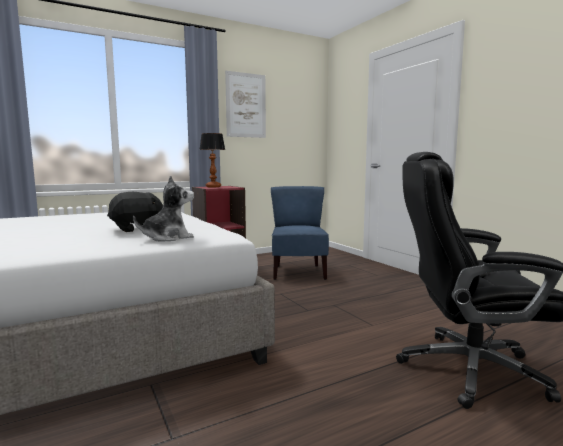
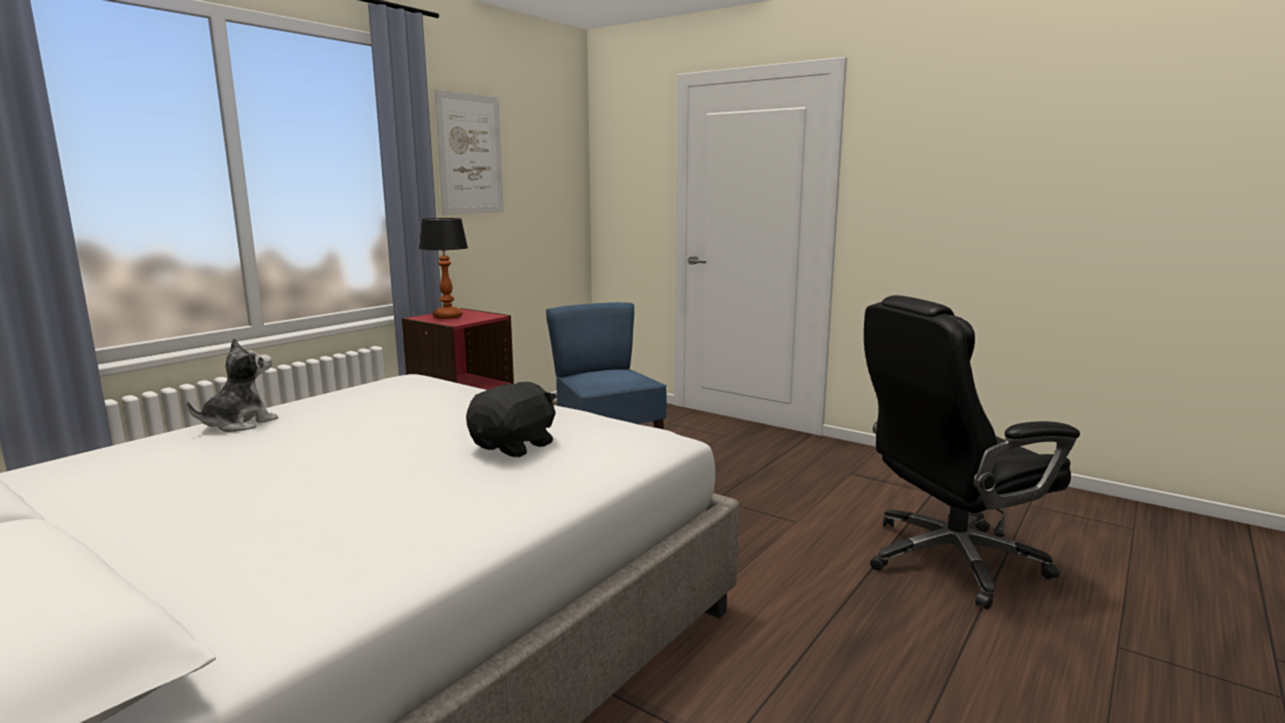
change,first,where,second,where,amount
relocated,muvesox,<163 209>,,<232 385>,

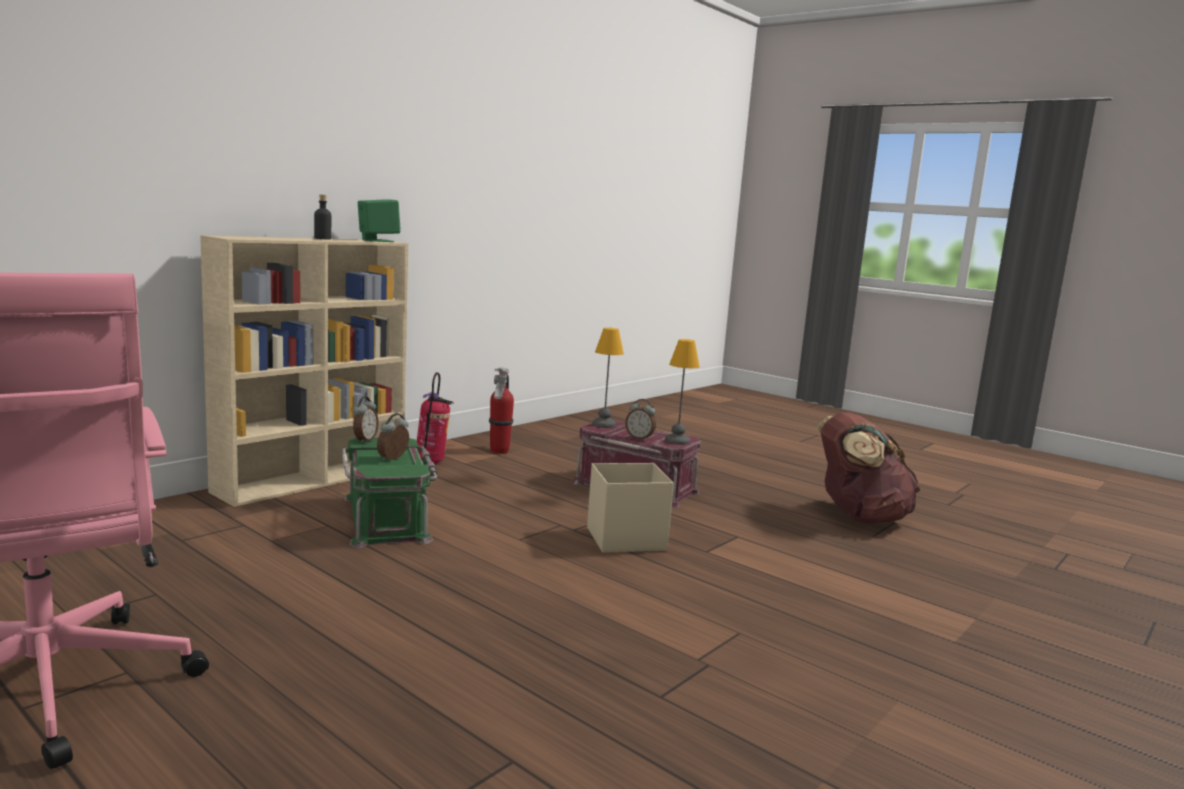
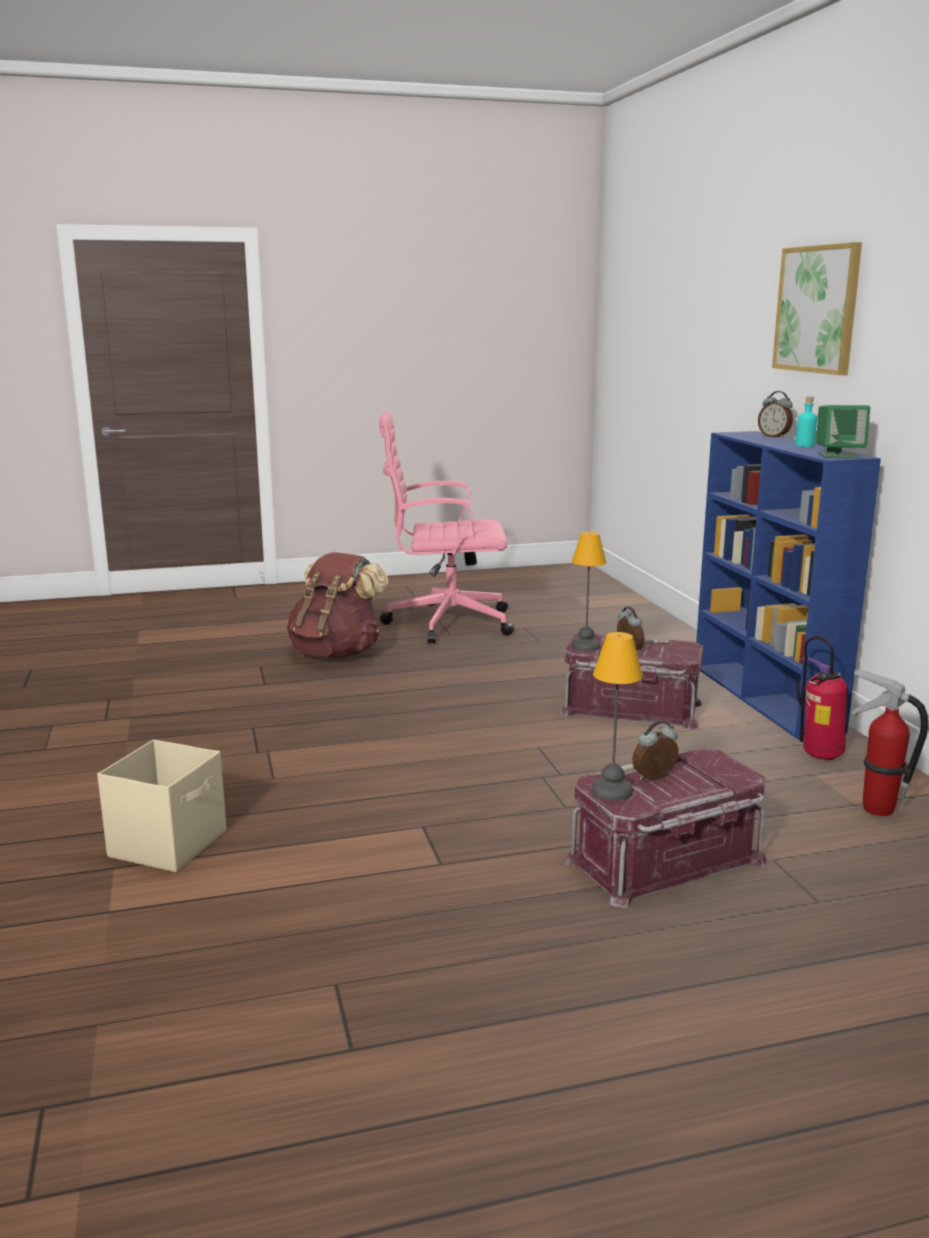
change,first,where,second,where,amount
colour,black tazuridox,<322 217>,turquoise tazuridox,<806 422>,
colour,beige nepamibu,<304 371>,blue nepamibu,<788 585>,
relocated,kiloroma,<608 378>,,<589 591>,
relocated,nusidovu,<365 420>,,<775 414>,
relocated,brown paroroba,<868 468>,,<338 605>,
colour,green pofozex,<389 493>,red pofozex,<631 681>,
relocated,beige pofozex,<630 508>,,<162 806>,
appeared,,,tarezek,<817 308>,

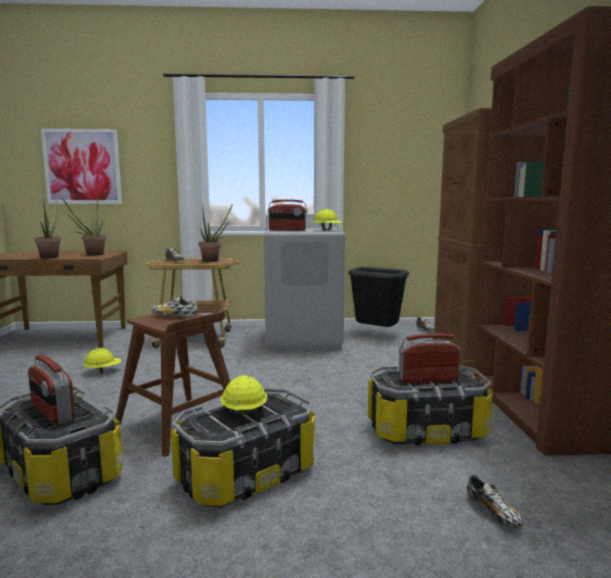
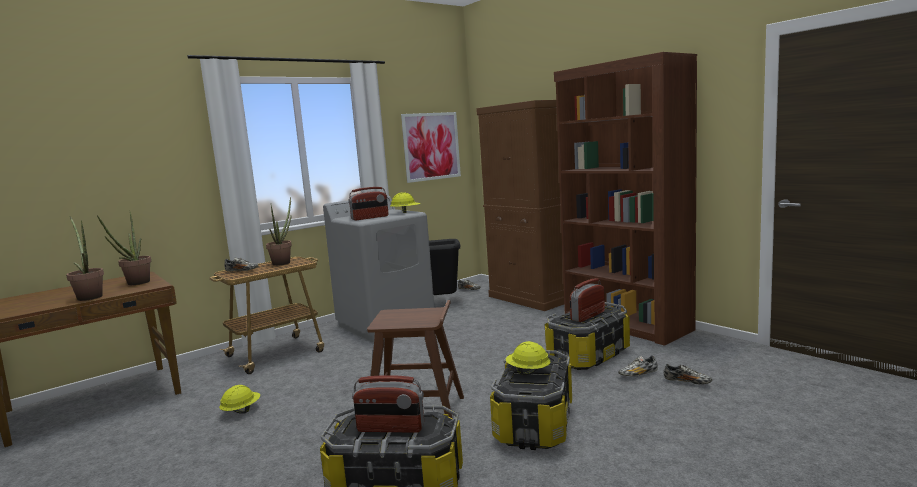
change,first,where,second,where,amount
relocated,tarezek,<81 166>,,<431 147>,
relocated,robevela,<174 306>,,<638 366>,

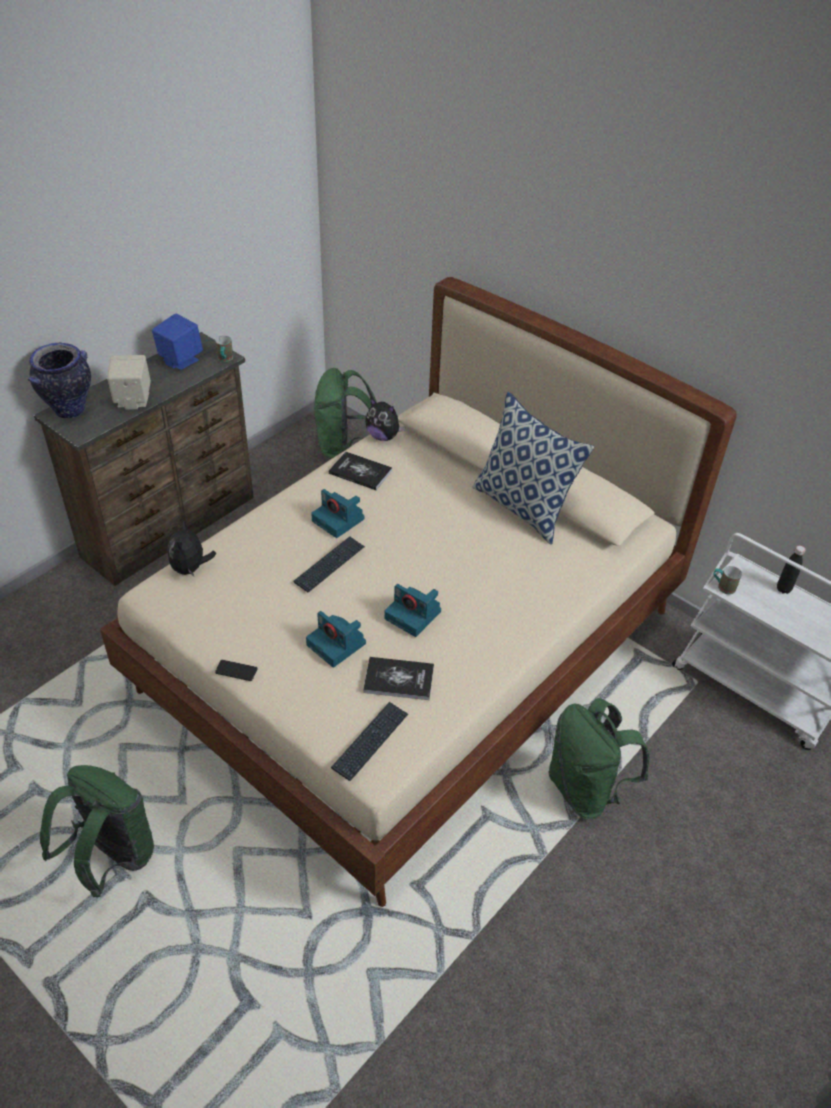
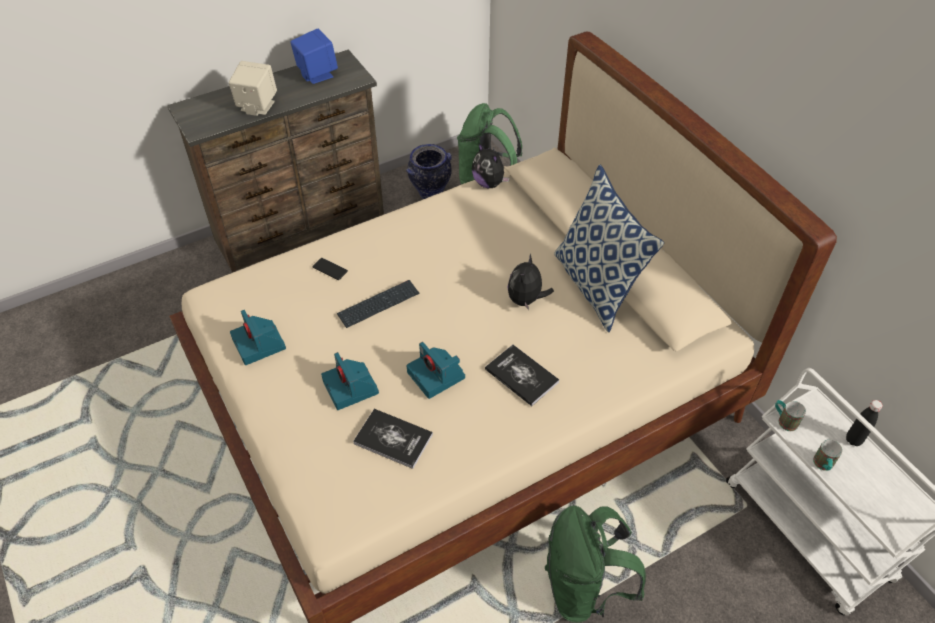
change,first,where,second,where,amount
relocated,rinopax,<224 349>,,<827 455>,
relocated,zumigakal,<59 380>,,<429 171>,
relocated,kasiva,<360 471>,,<522 375>,
relocated,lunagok,<338 513>,,<258 337>,
relocated,muvesox,<192 548>,,<530 282>,
relocated,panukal,<236 670>,,<330 269>,
missing,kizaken,<369 741>,,,
missing,green paroroba,<97 831>,,,

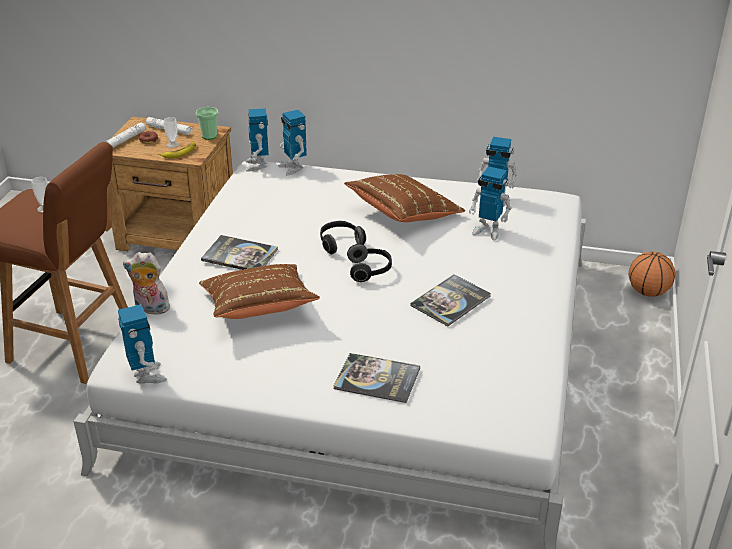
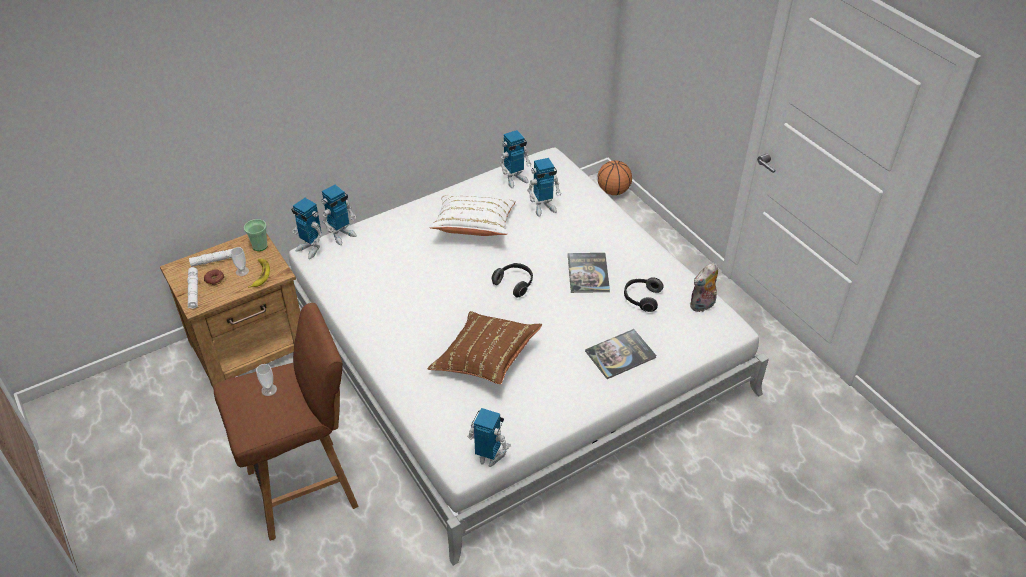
change,first,where,second,where,amount
spun,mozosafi,<292 143>,,<339 215>,60 degrees counterclockwise
colour,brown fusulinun,<404 198>,white fusulinun,<472 215>,
relocated,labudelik,<343 237>,,<644 294>,
missing,kasiva,<239 252>,,,
relocated,muvesox,<146 284>,,<704 287>,

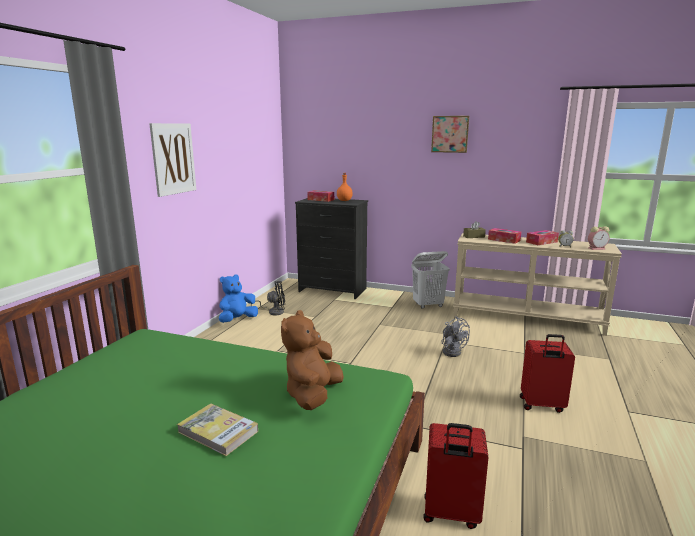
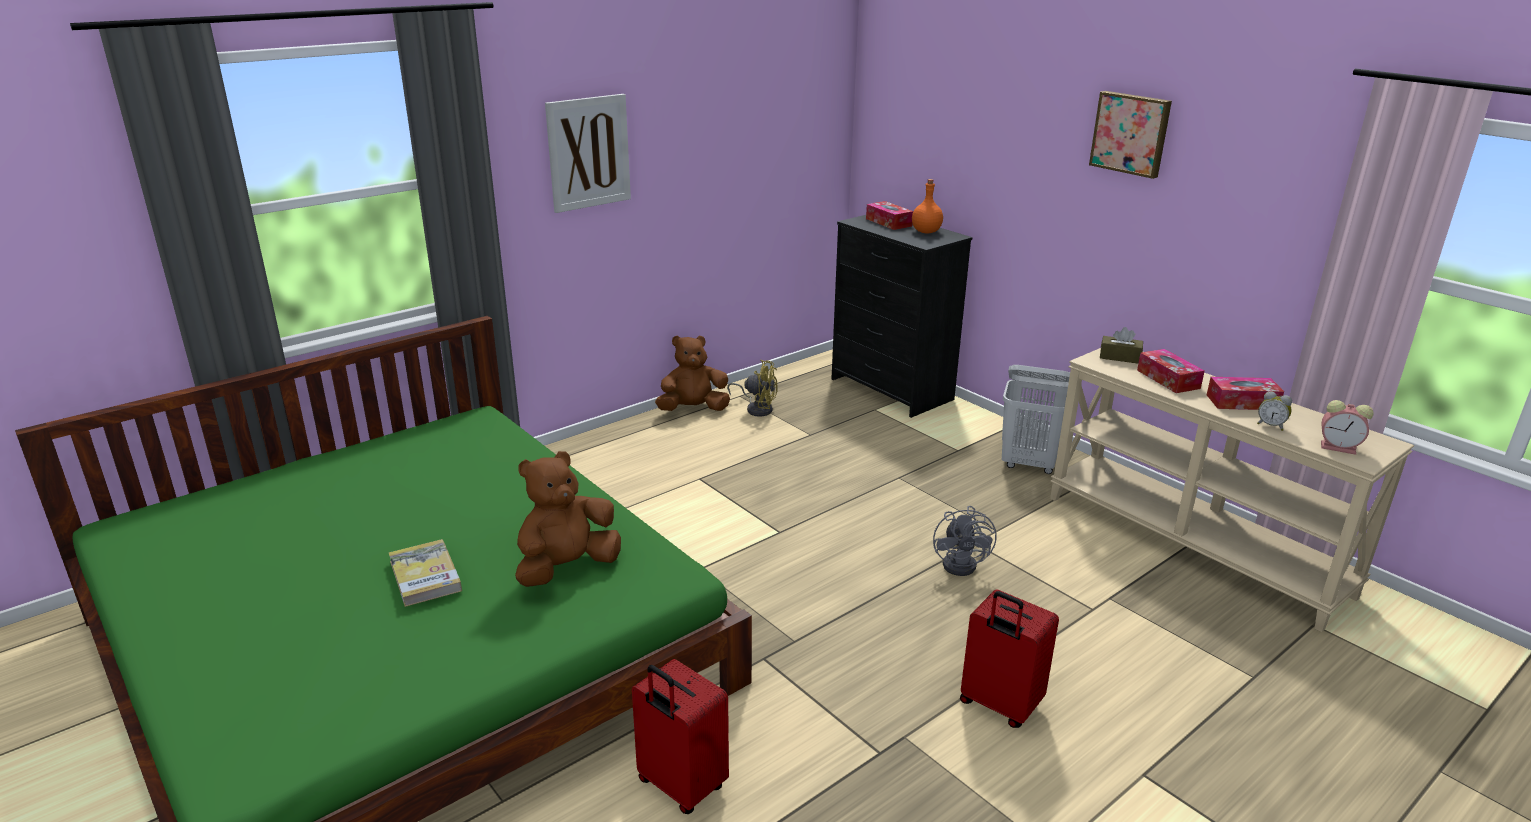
change,first,where,second,where,amount
colour,blue muvesox,<238 298>,brown muvesox,<692 373>,
colour,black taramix,<268 298>,yellow taramix,<752 388>,

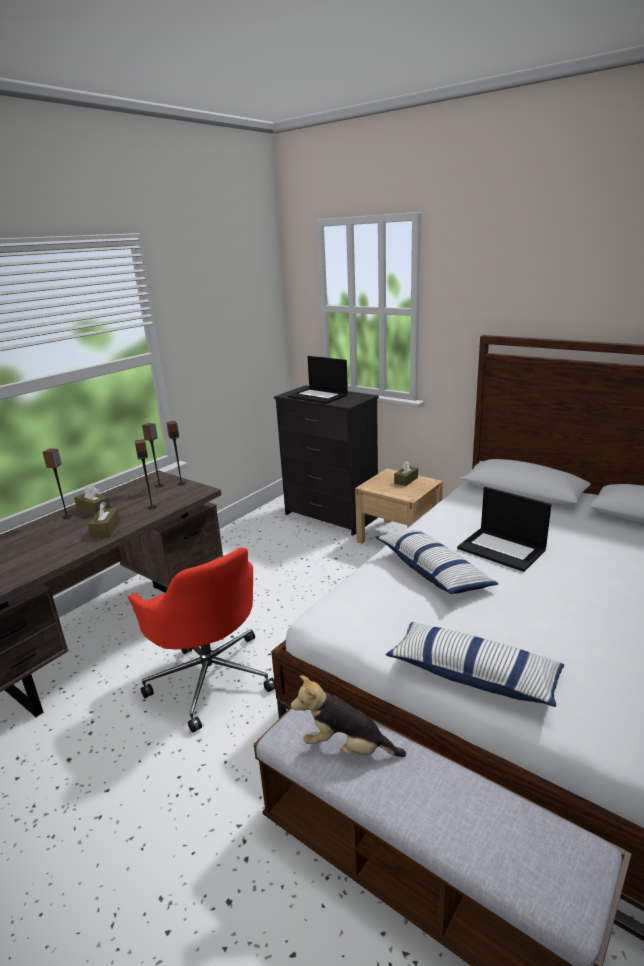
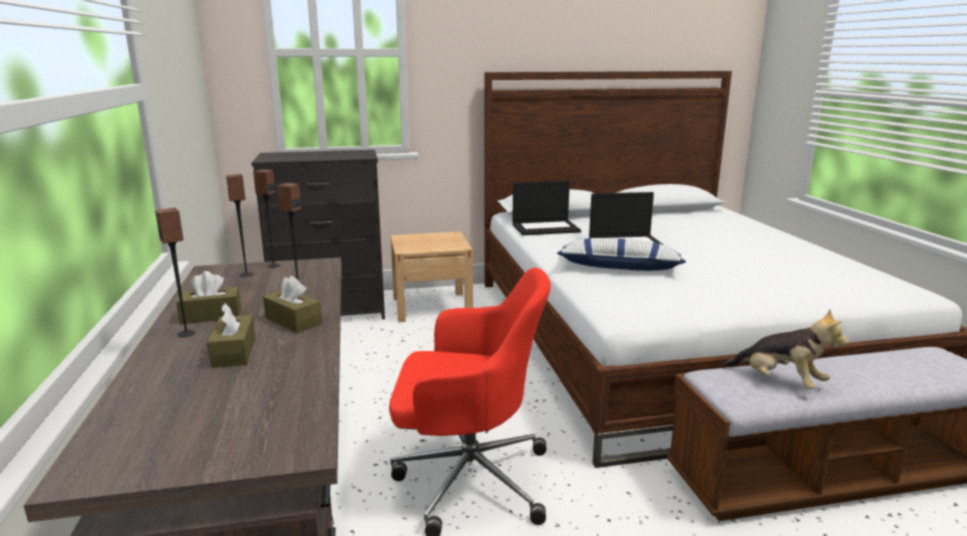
change,first,where,second,where,amount
relocated,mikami,<318 380>,,<546 208>,
relocated,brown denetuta,<406 473>,,<231 335>,
missing,fusulinun,<475 664>,,,
spun,muvesox,<348 716>,,<785 349>,105 degrees counterclockwise

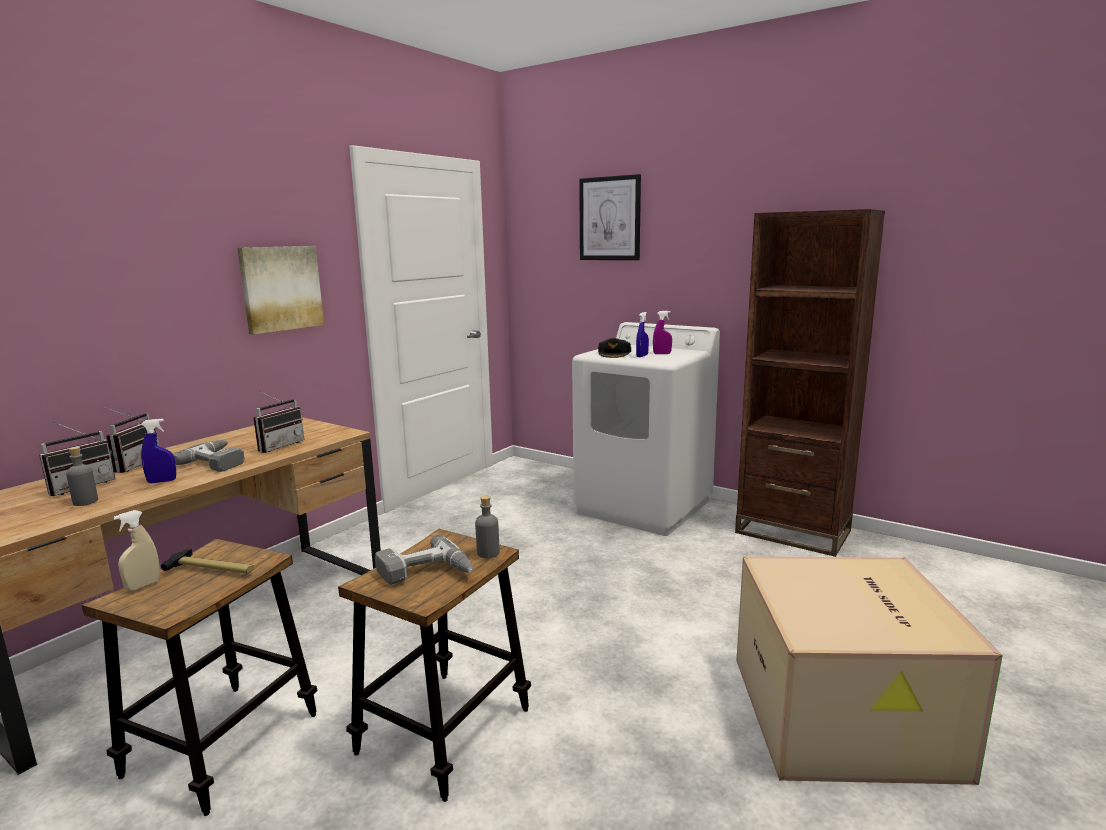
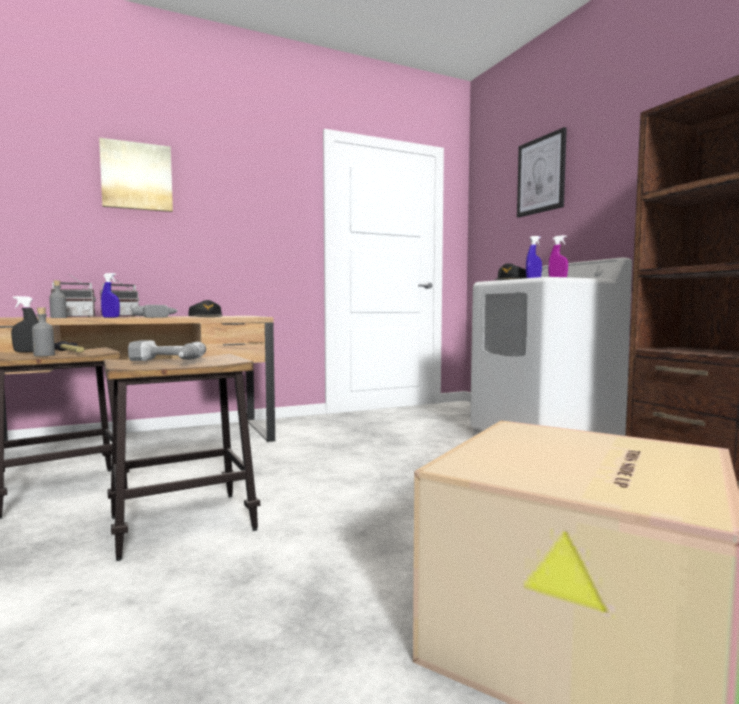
change,first,where,second,where,amount
relocated,tarezek,<280 290>,,<136 175>,
exchanged,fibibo,<278 422>,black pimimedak,<205 308>,
relocated,grey tazuridox,<487 526>,,<43 332>,
colour,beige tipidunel,<136 550>,black tipidunel,<24 324>,

